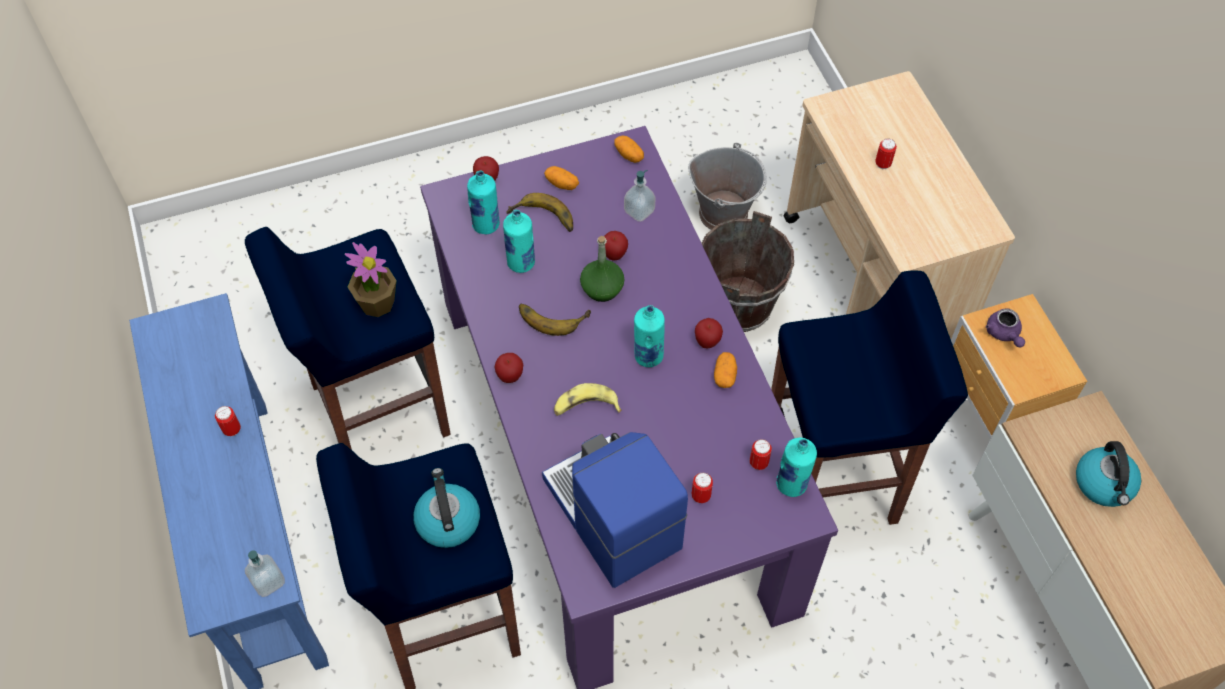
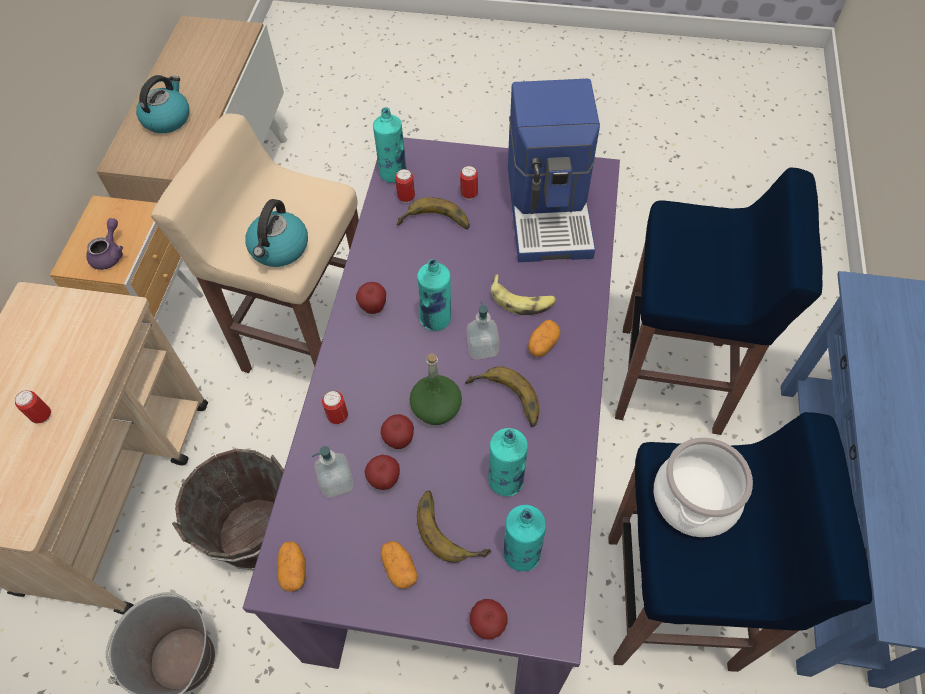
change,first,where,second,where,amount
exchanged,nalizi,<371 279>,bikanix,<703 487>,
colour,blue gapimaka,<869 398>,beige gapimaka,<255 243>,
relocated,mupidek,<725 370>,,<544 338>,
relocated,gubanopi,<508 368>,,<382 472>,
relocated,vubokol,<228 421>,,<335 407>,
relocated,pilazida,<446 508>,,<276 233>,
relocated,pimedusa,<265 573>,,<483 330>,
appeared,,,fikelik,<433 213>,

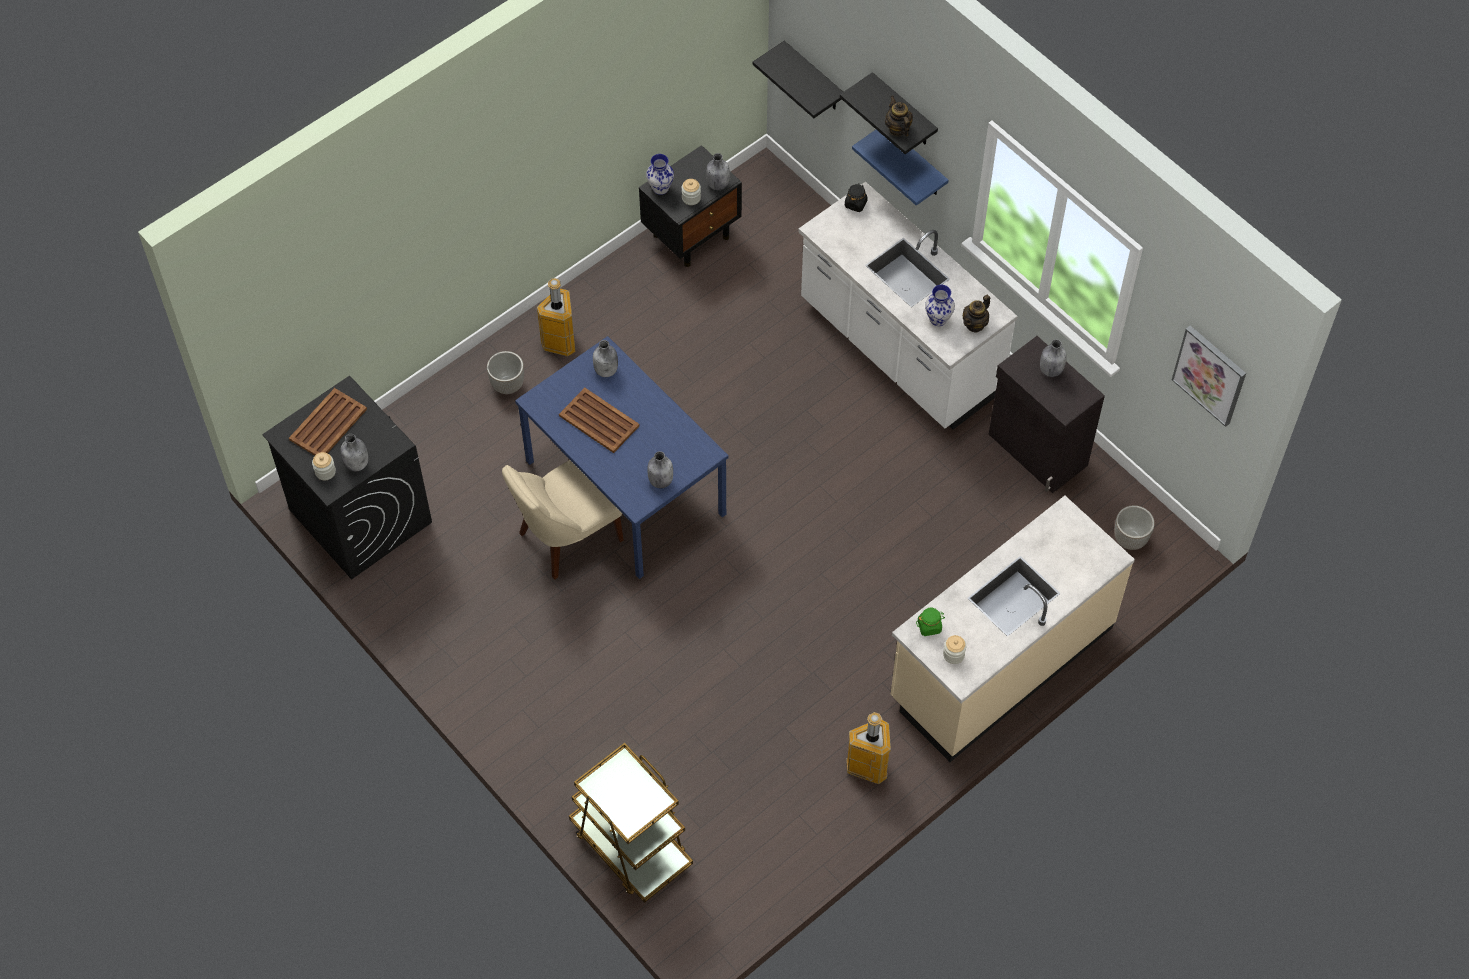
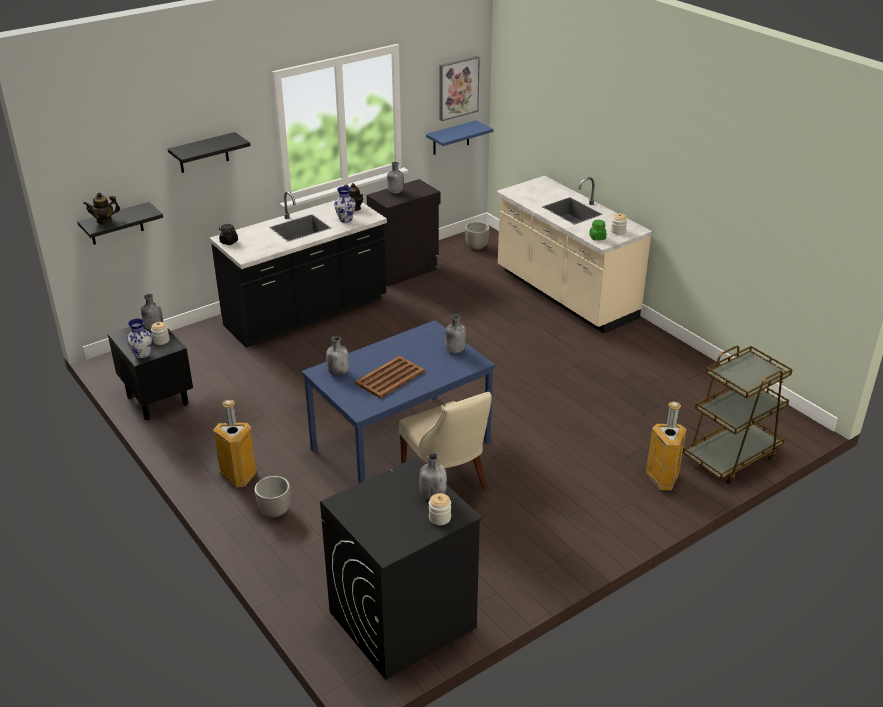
change,first,where,second,where,amount
relocated,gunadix,<899 116>,,<101 208>,
relocated,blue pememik,<900 168>,,<459 137>,
colour,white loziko,<907 306>,black loziko,<298 269>,
missing,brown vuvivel,<328 422>,,,
relocated,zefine,<868 748>,,<666 446>,

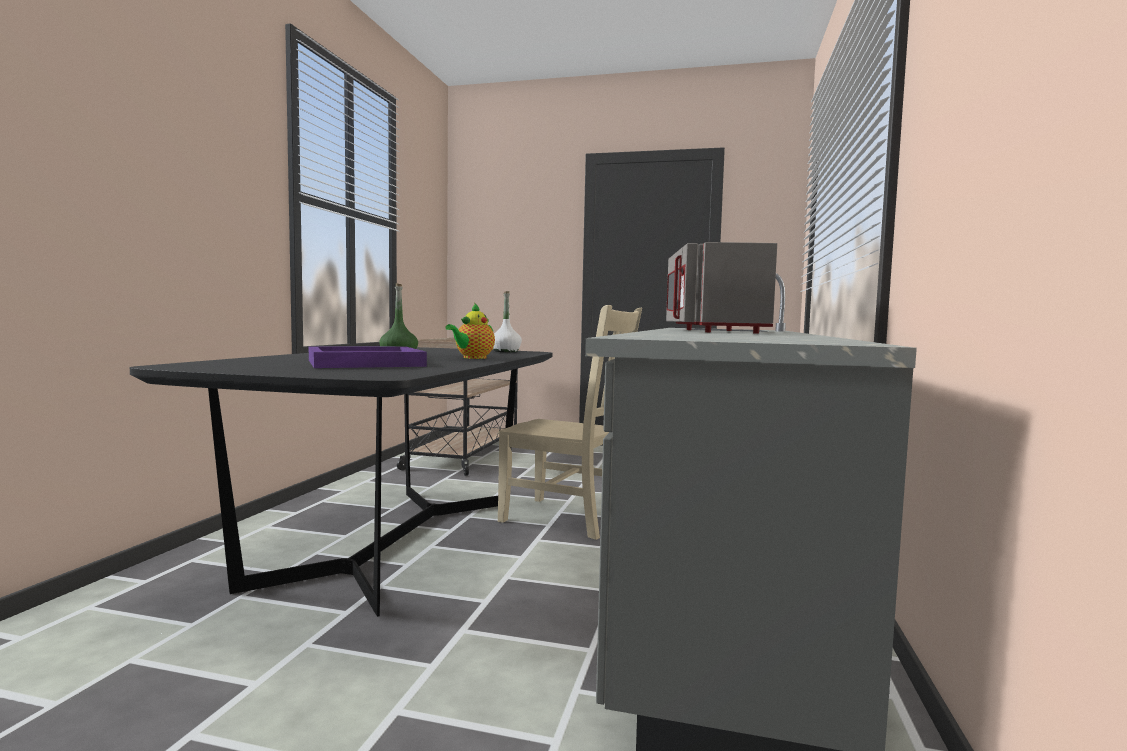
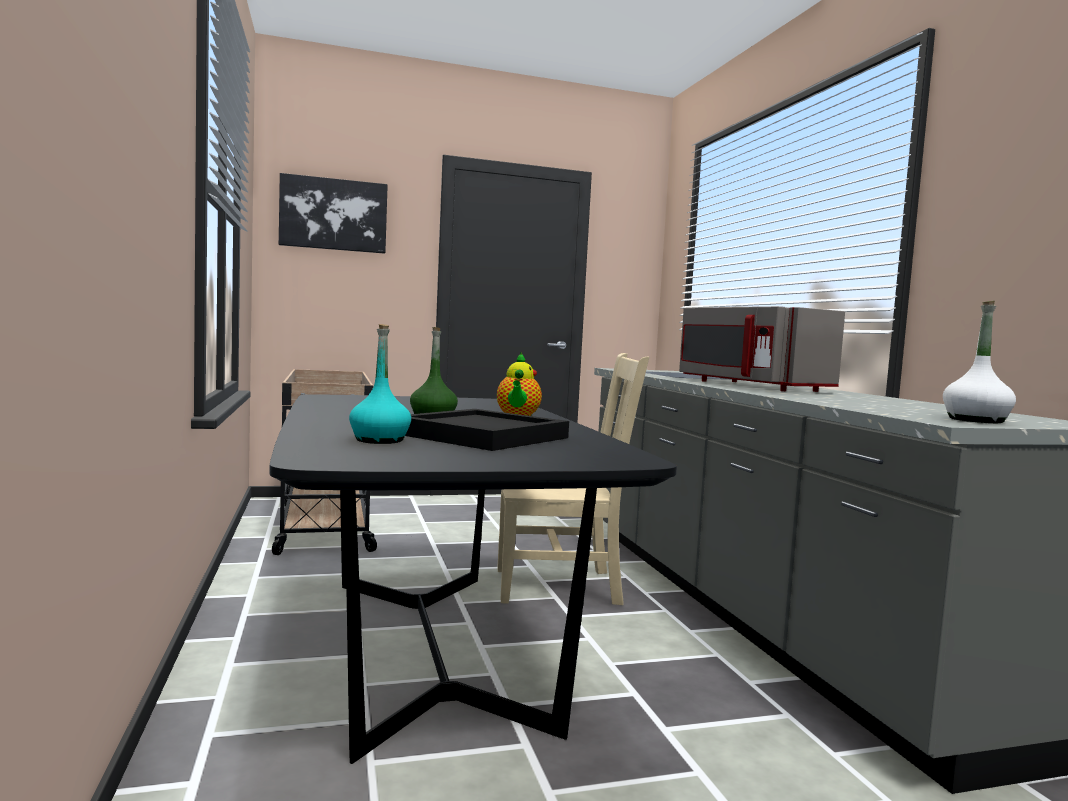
change,first,where,second,where,amount
relocated,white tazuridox,<507 321>,,<979 362>,
colour,purple vuvivel,<368 357>,black vuvivel,<487 430>,
appeared,,,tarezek,<333 213>,
appeared,,,turquoise tazuridox,<380 384>,

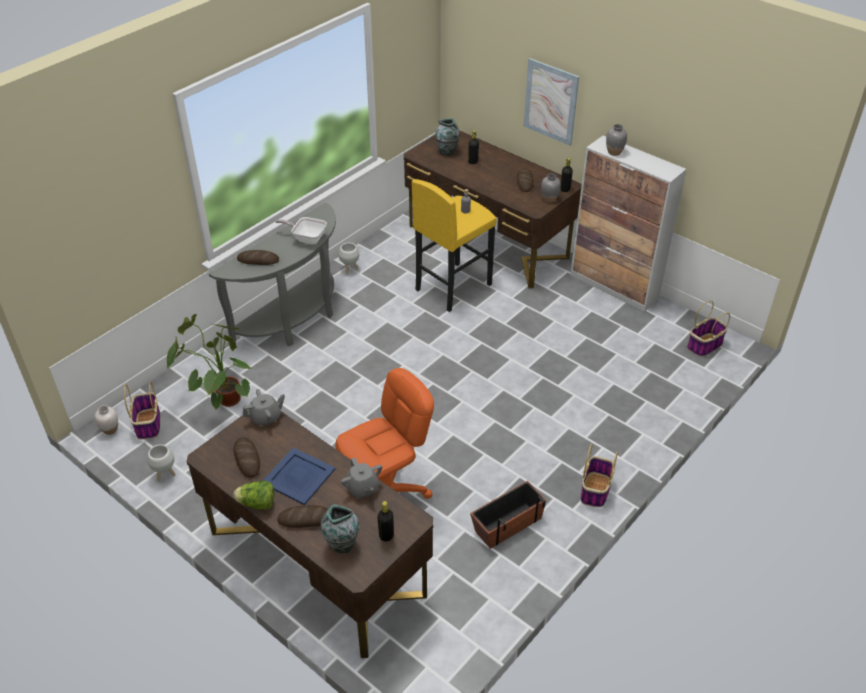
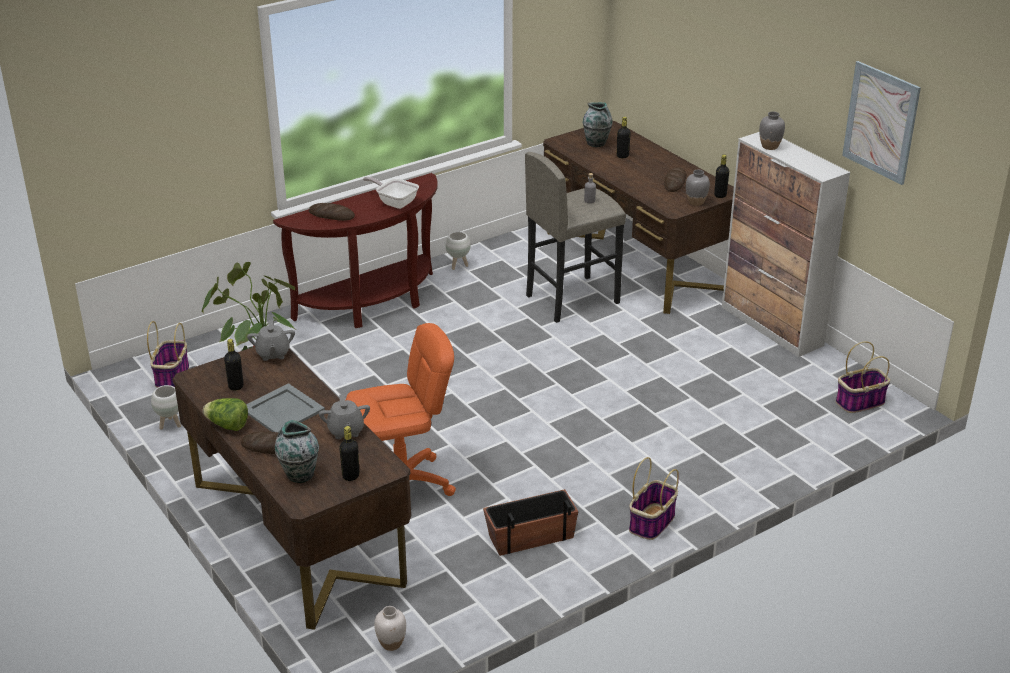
change,first,where,second,where,amount
relocated,tarezek,<551 102>,,<881 123>,
colour,yellow gapimaka,<454 245>,grey gapimaka,<575 237>,
colour,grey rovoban,<272 274>,brown rovoban,<355 250>,
spun,grey gunadix,<263 408>,,<271 340>,90 degrees clockwise
relocated,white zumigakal,<106 420>,,<390 628>,
exchanged,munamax,<247 457>,black tazuridox,<234 365>,
colour,blue vuvivel,<299 476>,grey vuvivel,<285 408>,

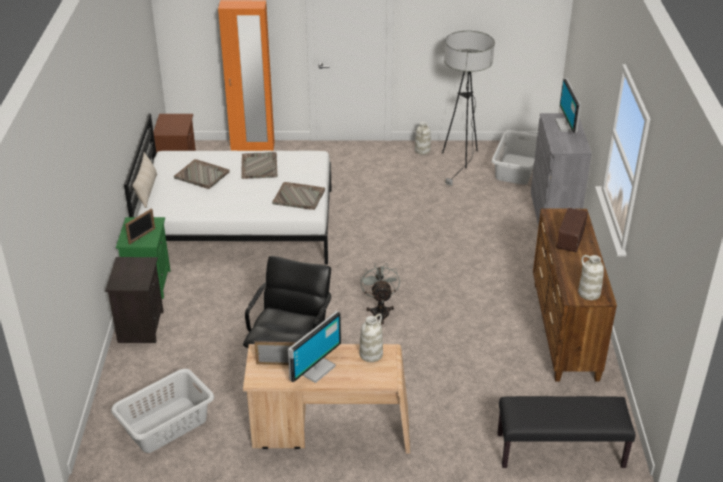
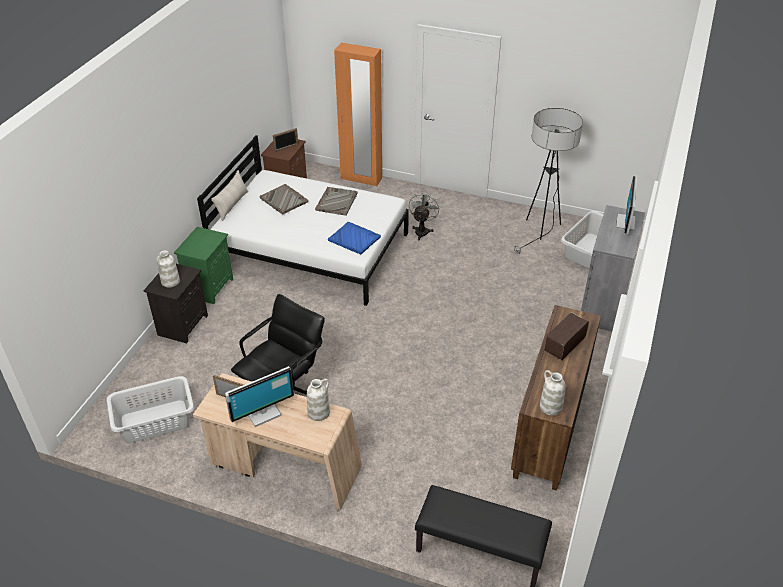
change,first,where,second,where,amount
relocated,white zumigakal,<423 138>,,<168 269>,
colour,grey vuvivel,<298 196>,blue vuvivel,<354 238>,
relocated,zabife,<140 226>,,<285 140>,
relocated,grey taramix,<380 294>,,<424 215>,

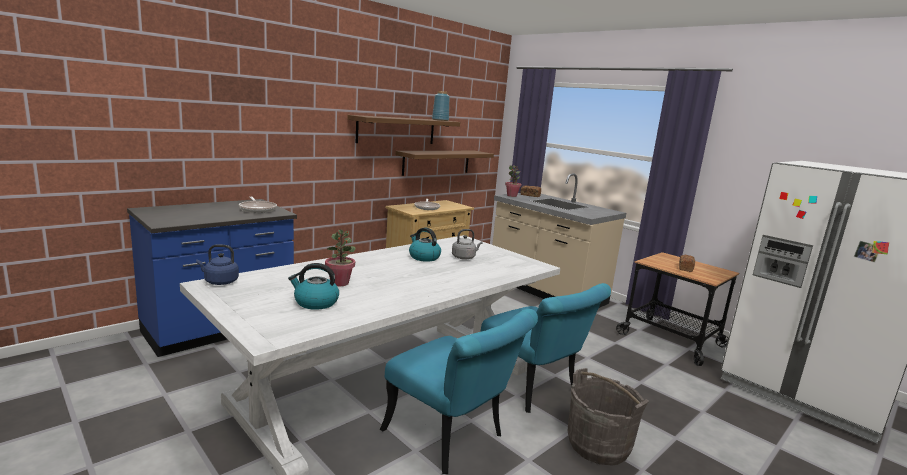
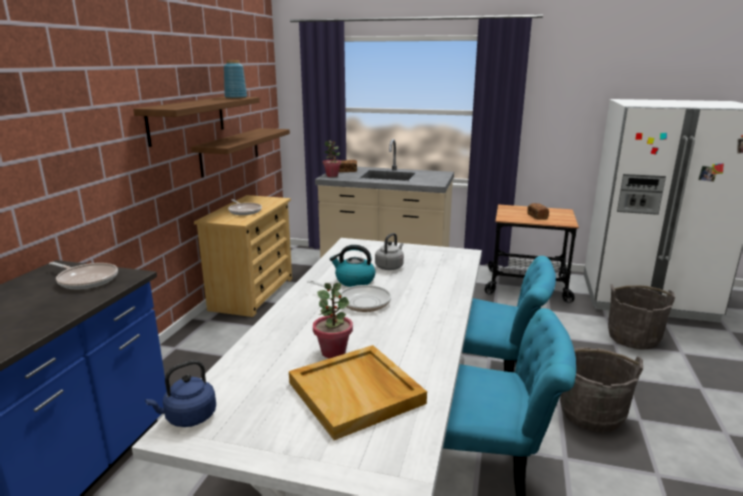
change,first,where,second,where,amount
exchanged,pilazida,<313 286>,beige vuvivel,<358 392>,
appeared,,,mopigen,<349 296>,
appeared,,,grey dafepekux,<641 317>,

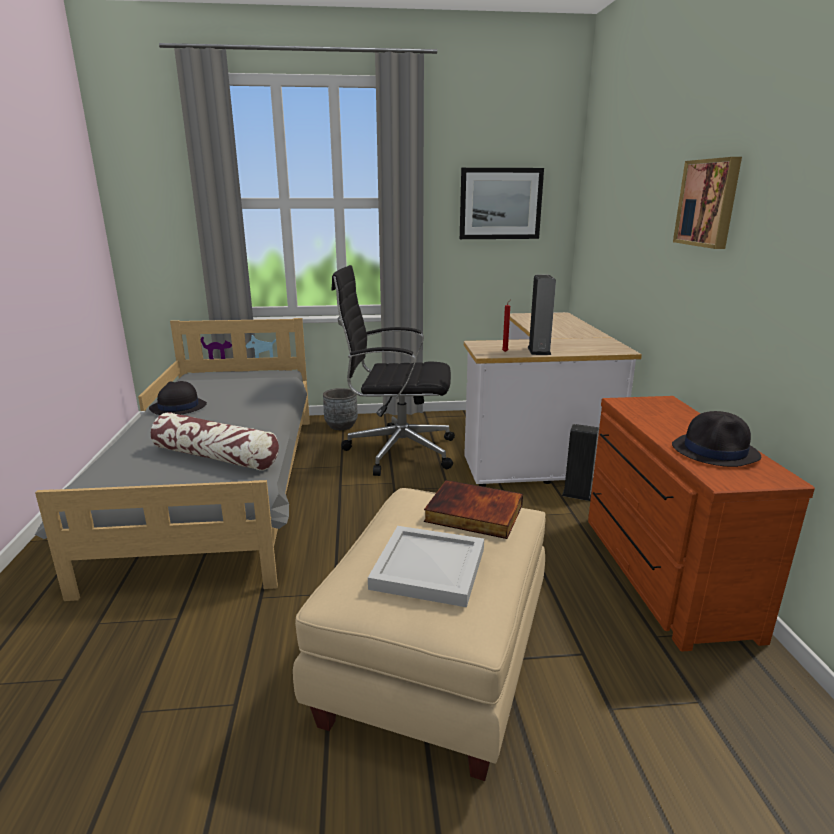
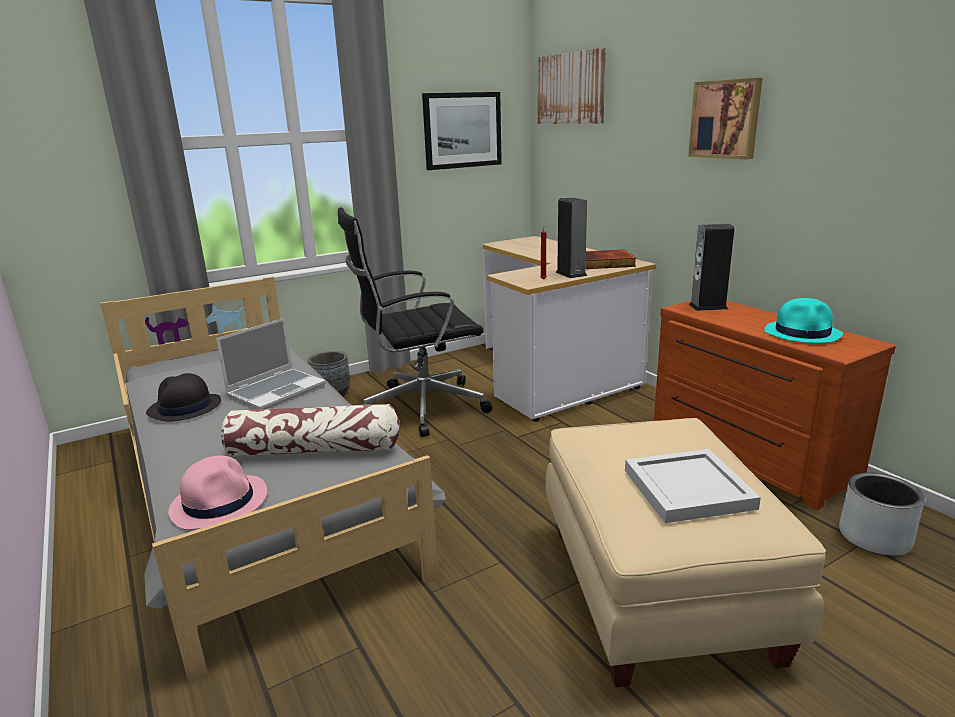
change,first,where,second,where,amount
colour,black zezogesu,<716 439>,turquoise zezogesu,<803 320>,
relocated,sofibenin,<580 462>,,<712 267>,
relocated,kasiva,<473 509>,,<610 259>,
appeared,,,tarezek,<572 86>,
appeared,,,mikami,<271 363>,
appeared,,,pink zezogesu,<217 493>,
appeared,,,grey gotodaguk,<882 514>,

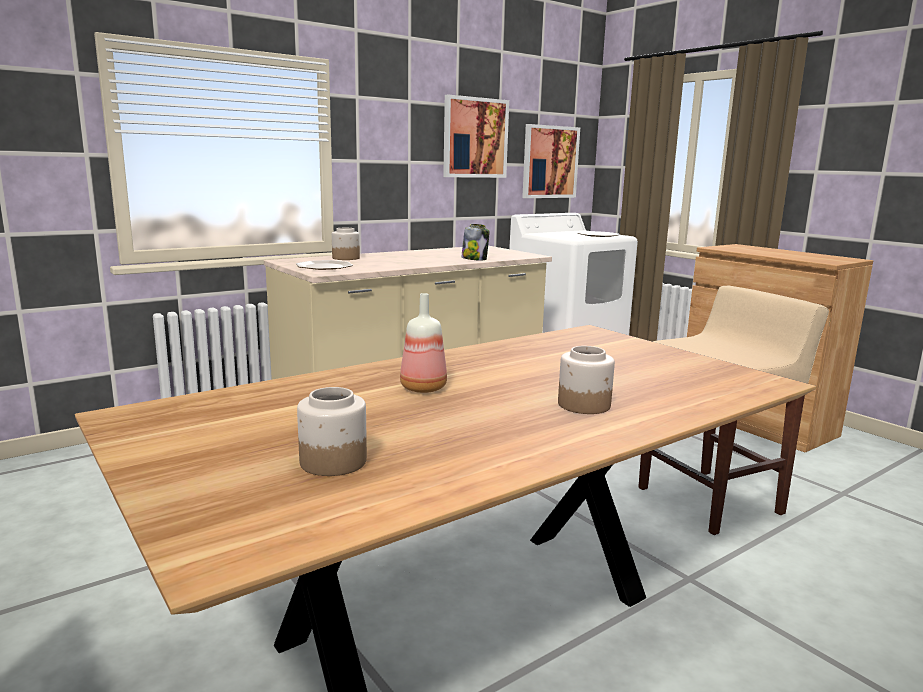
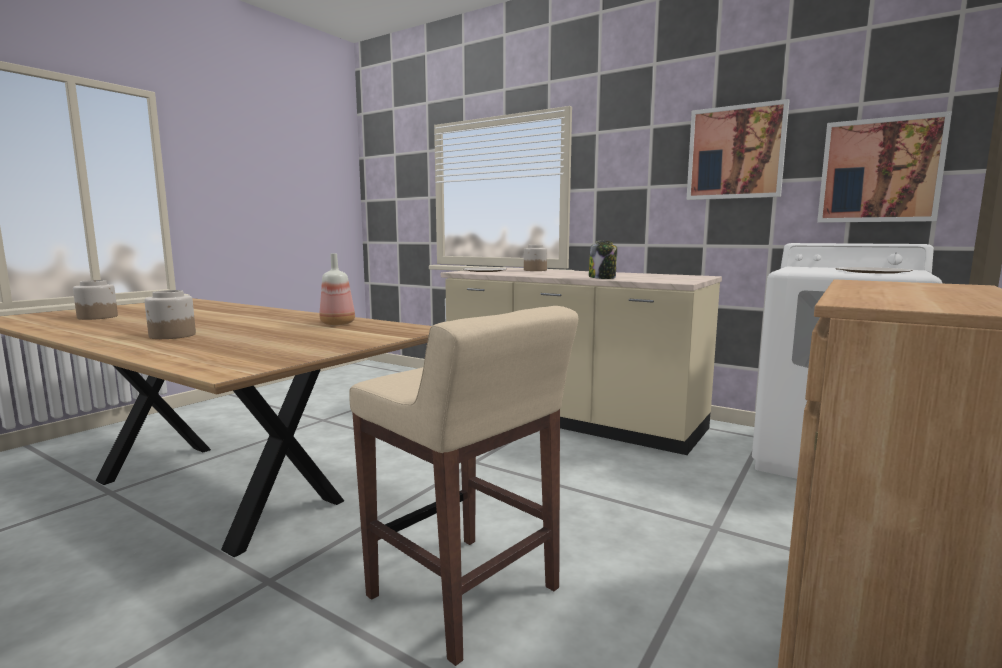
change,first,where,second,where,amount
relocated,tazuridox,<423 343>,,<337 289>,

